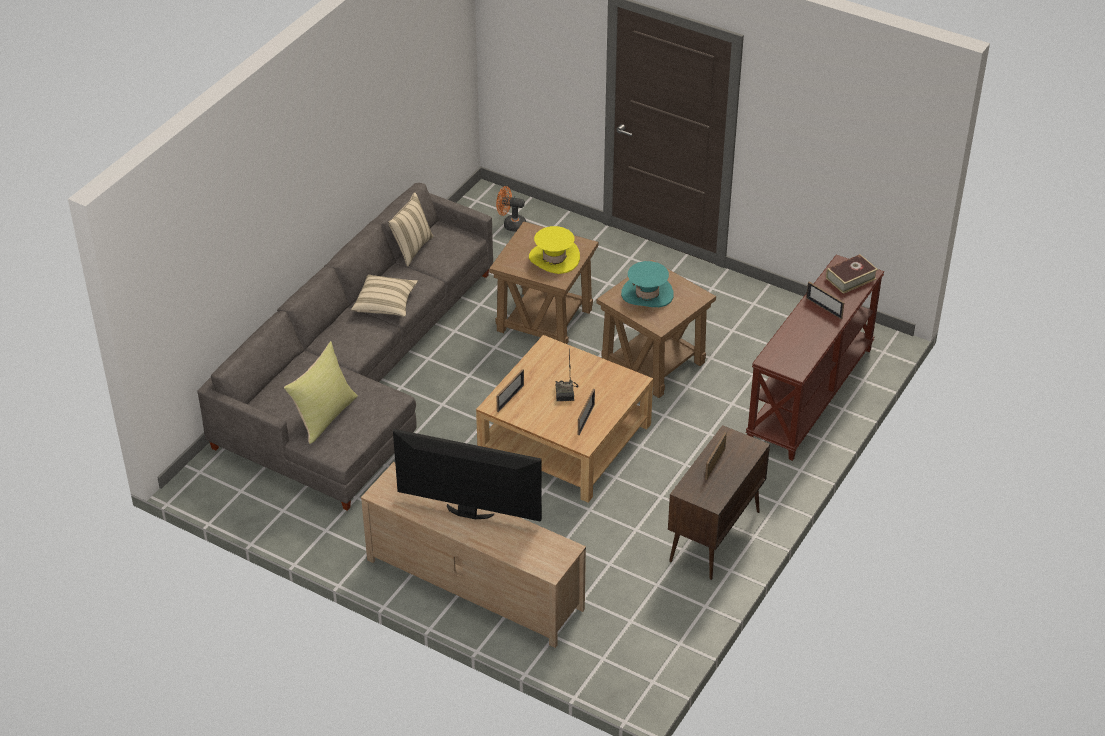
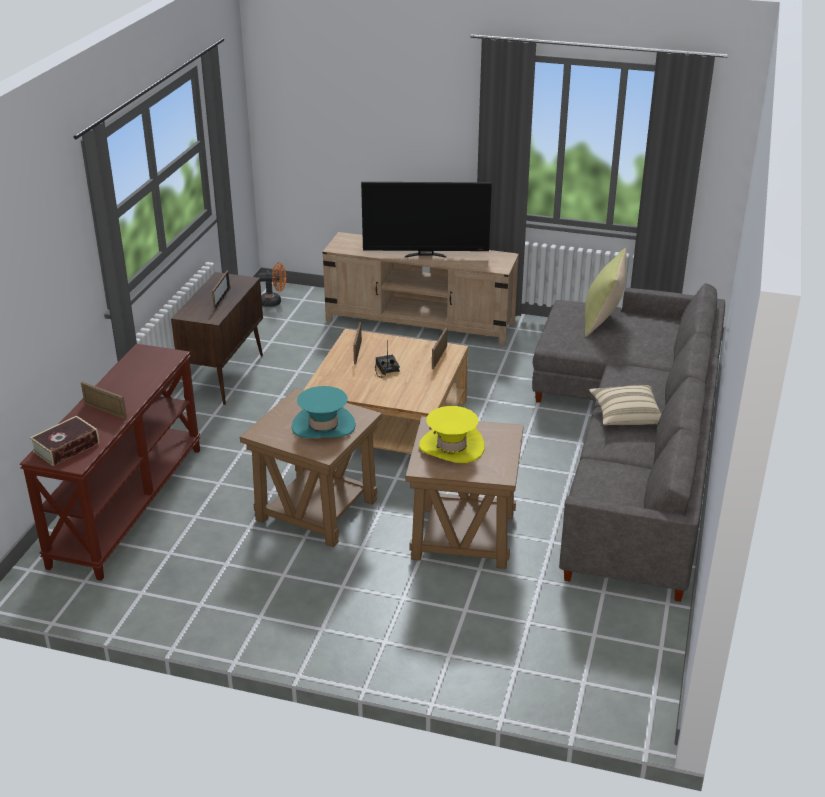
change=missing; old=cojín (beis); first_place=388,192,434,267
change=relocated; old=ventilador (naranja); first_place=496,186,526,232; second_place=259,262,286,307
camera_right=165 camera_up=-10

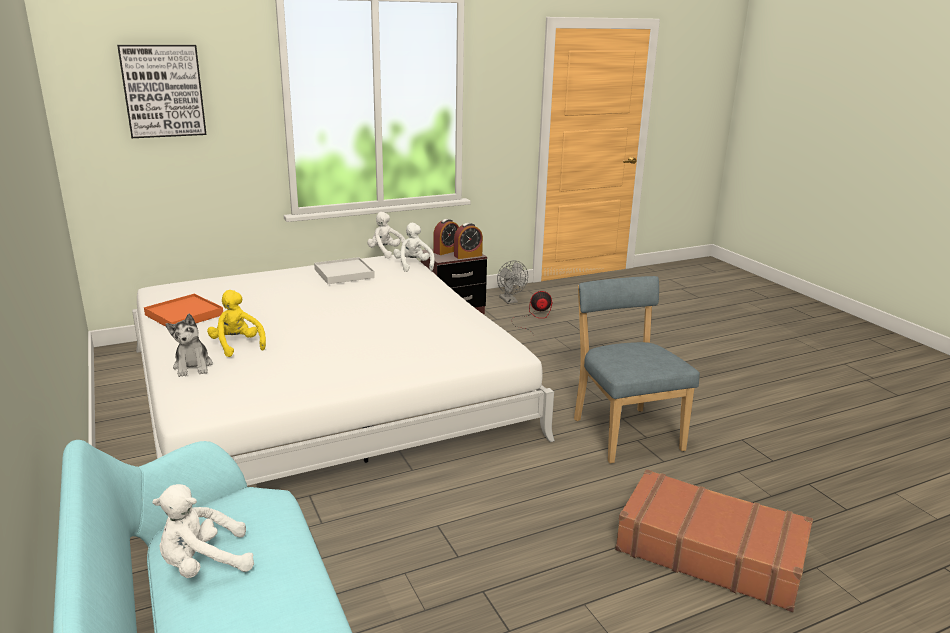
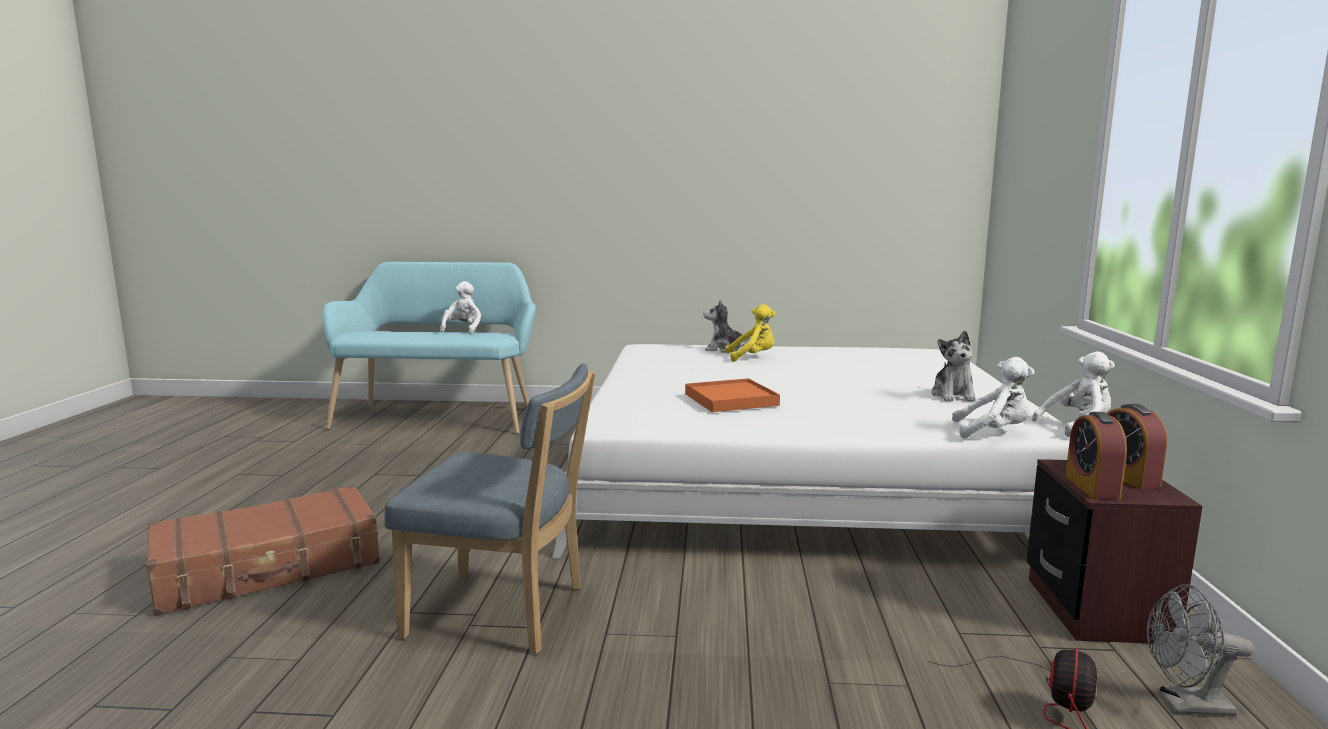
change=missing; old=cuadro; first_place=117,45,207,138
change=relocated; old=bandeja (naranja); first_place=144,294,223,327; second_place=685,378,780,412
change=exchanged; old=bandeja (blanco); new=peluche; first_place=314,257,375,284; second_place=931,331,977,401
camera_right=120 camera_up=-10

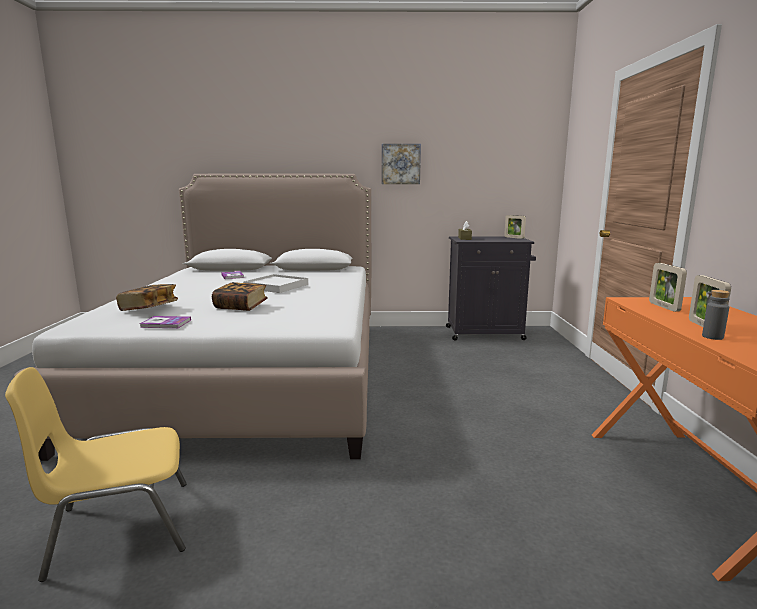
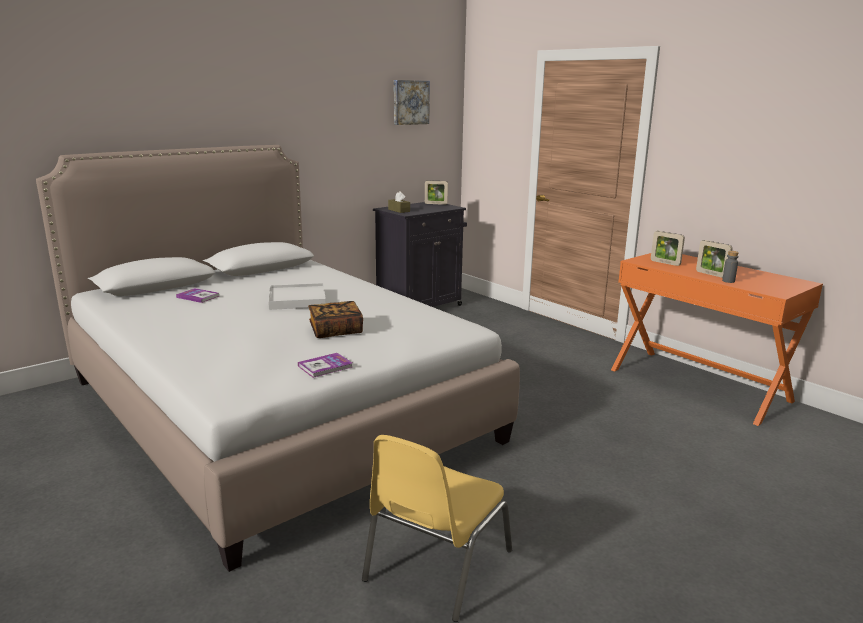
change=missing; old=libro; first_place=116,284,178,311
change=relocated; old=cuadro; first_place=382,144,421,184; second_place=394,80,430,125
camera_right=-40 camera_up=5

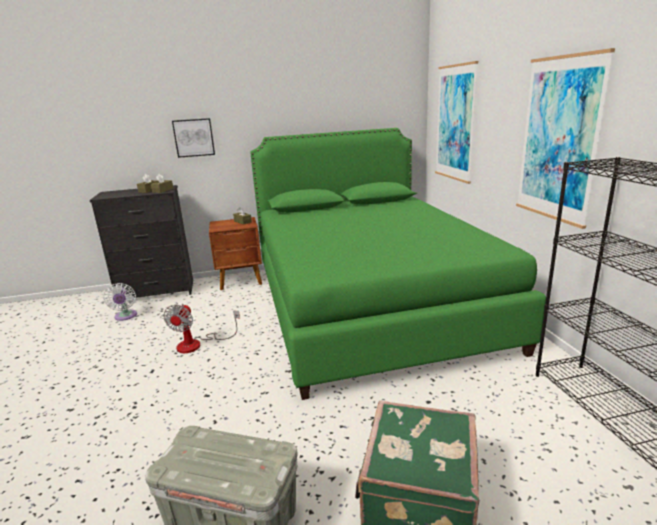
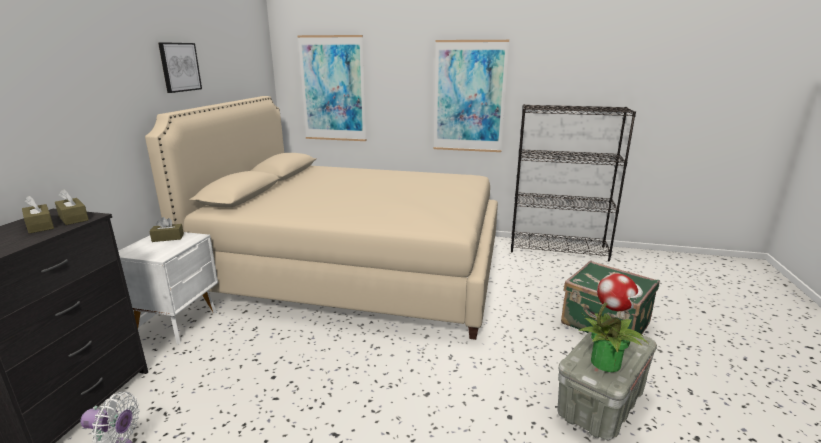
change=missing; old=ventilador; first_place=163,304,240,353
change=appeared; new=planta en maceta; second_place=579,273,649,372
change=relocated; old=cuadro; first_place=172,118,215,158; second_place=158,42,202,93
change=colour; old=mesita de noche (marrón); new=mesita de noche (blanco); first_place=209,217,262,290; second_place=118,232,218,344
change=colour; old=cama (verde); new=cama (beis); first_place=250,128,546,400; second_place=145,96,498,340
camera_right=-65 camera_up=0

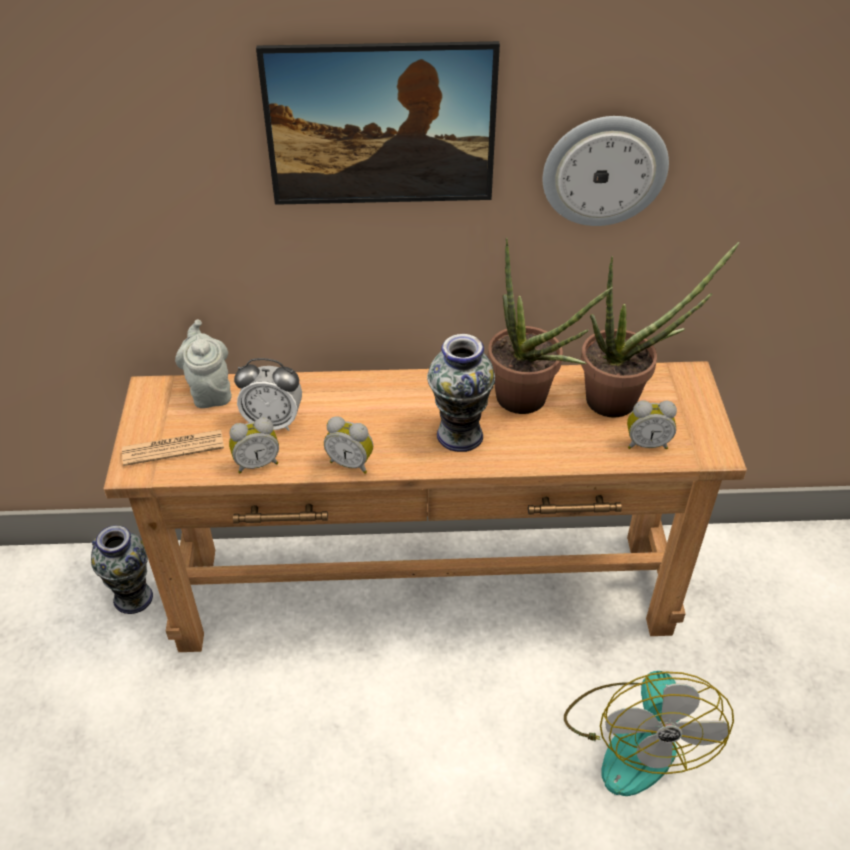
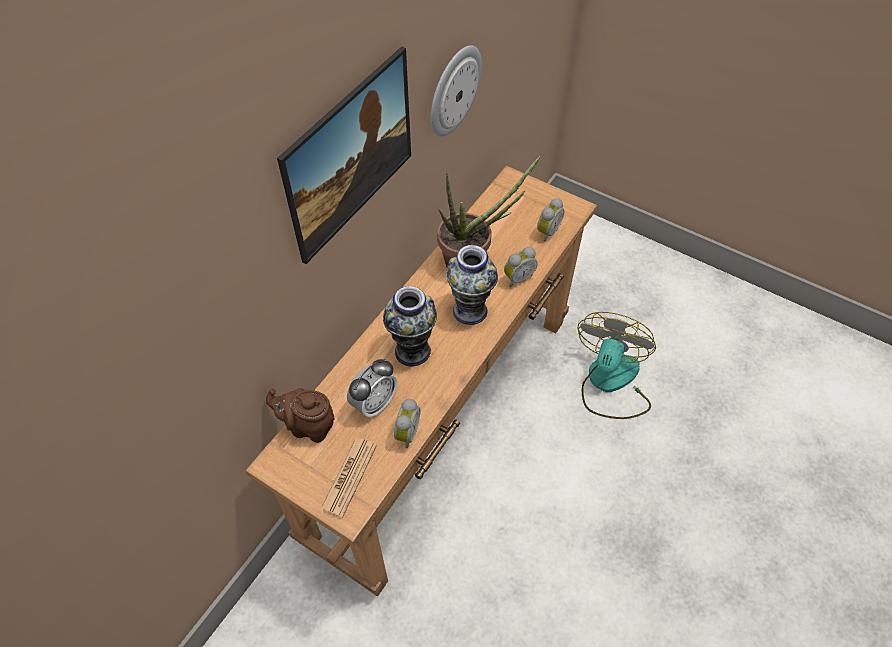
change=missing; old=planta en maceta; first_place=581,242,740,418
change=relocated; old=florero; first_place=91,525,153,614; second_place=383,286,437,366
change=relocated; old=despertador; first_place=324,416,373,474; second_place=504,247,538,287
change=colour; old=tetera (gris); new=tetera (marrón); first_place=175,319,232,408; second_place=266,388,335,443
change=spun; old=ventilador; first_place=564,671,734,796; second_place=577,312,656,419; degrees=-105
camera_right=-55 camera_up=10

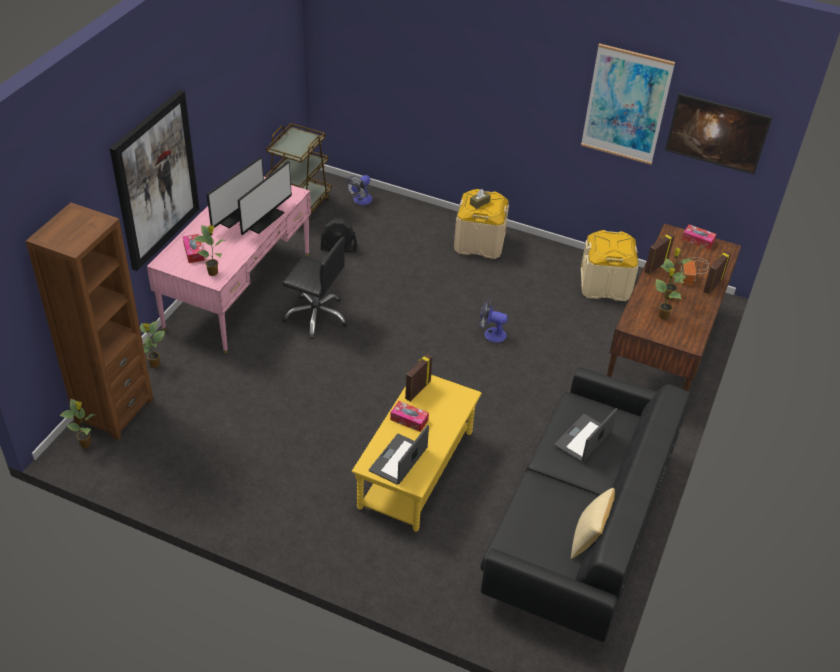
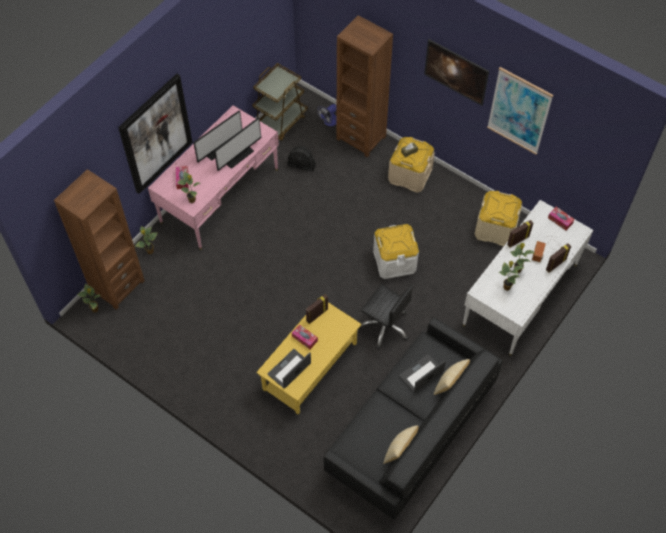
change=appeared; new=estantería (marrón); second_place=336,15,393,157
change=appeared; new=cojín; second_place=433,359,470,395
change=relocated; old=silla de oficina (negro); first_place=282,237,348,339; second_place=359,284,414,349
change=relocated; old=cuadro; first_place=665,93,772,175; second_place=424,39,489,106
change=exchanged; old=ventilador; new=caja de almacenaje (blanco); first_place=479,300,508,342; second_place=373,224,419,279
change=colour; old=escritorio (marrón); new=escritorio (blanco); first_place=607,223,741,391; second_place=463,200,593,356
camera_right=15 camera_up=15

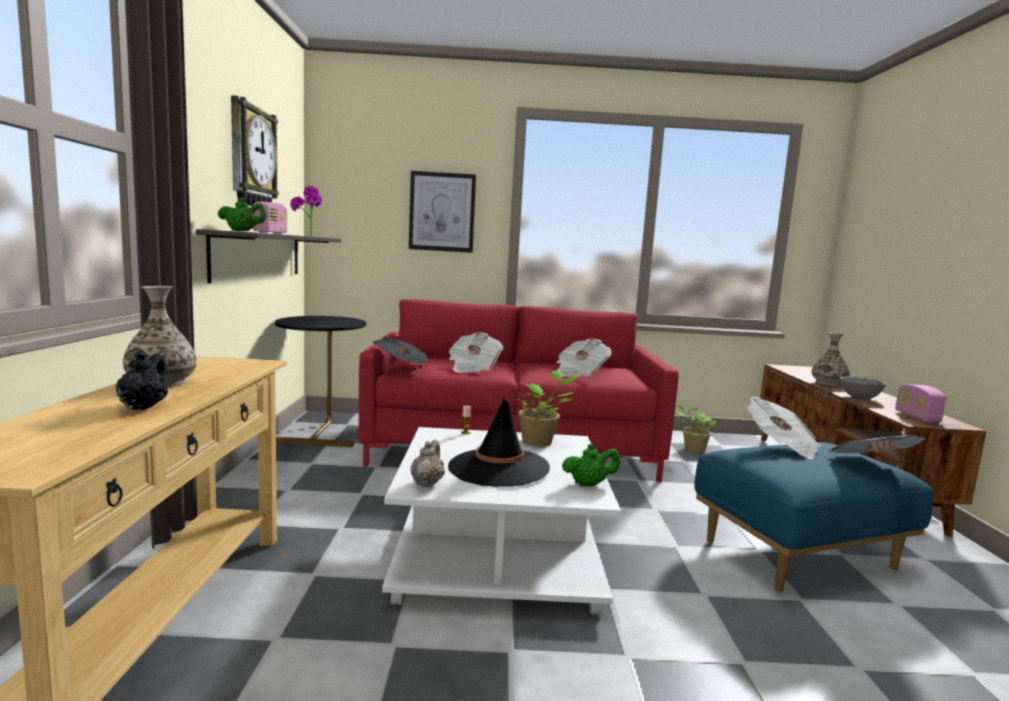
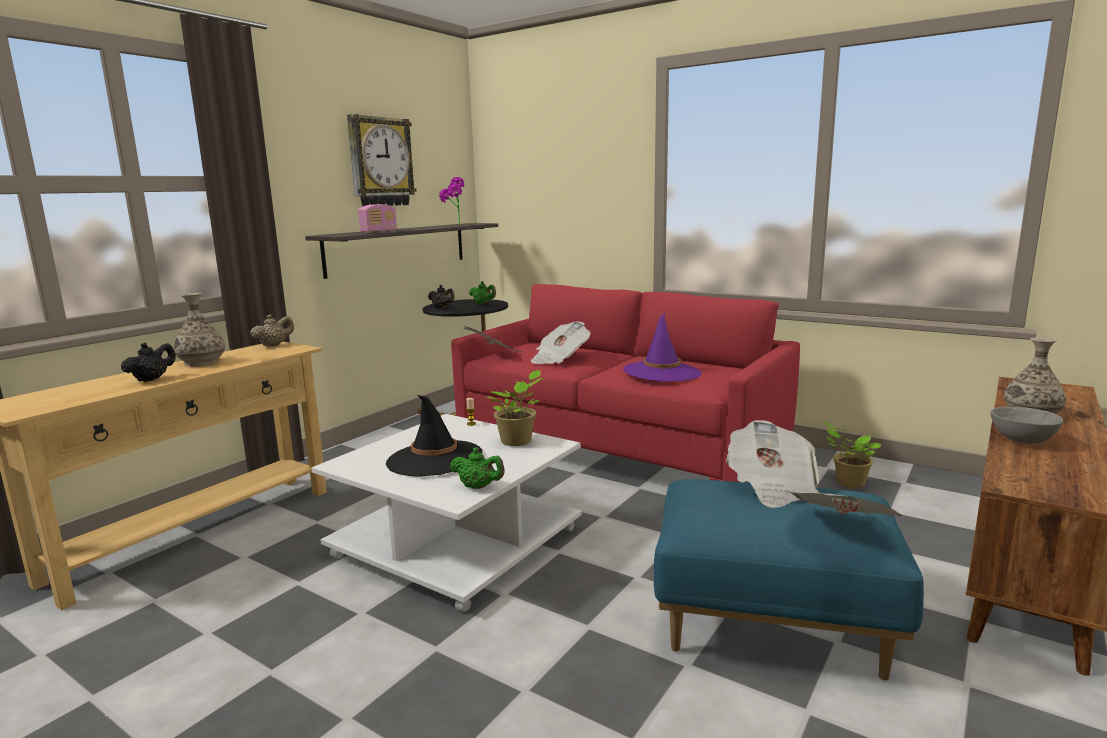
change=missing; old=cuadro; first_place=409,171,476,253
change=missing; old=radio; first_place=895,384,946,422
change=appeared; new=tetera (negro); second_place=428,285,455,308
change=relocated; old=tetera (verde); first_place=218,197,267,231; second_place=469,281,496,304
change=relocated; old=tetera (beis); first_place=411,439,445,488; second_place=250,314,294,347
change=exchanged; old=periódico; new=sombrero (morado); first_place=556,339,612,377; second_place=623,313,702,382
camera_right=35 camera_up=5

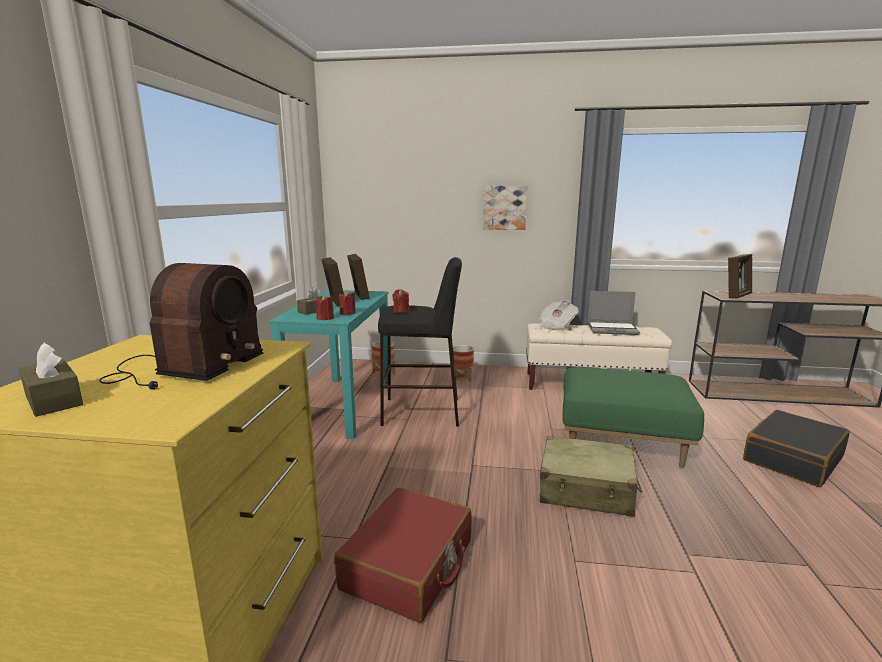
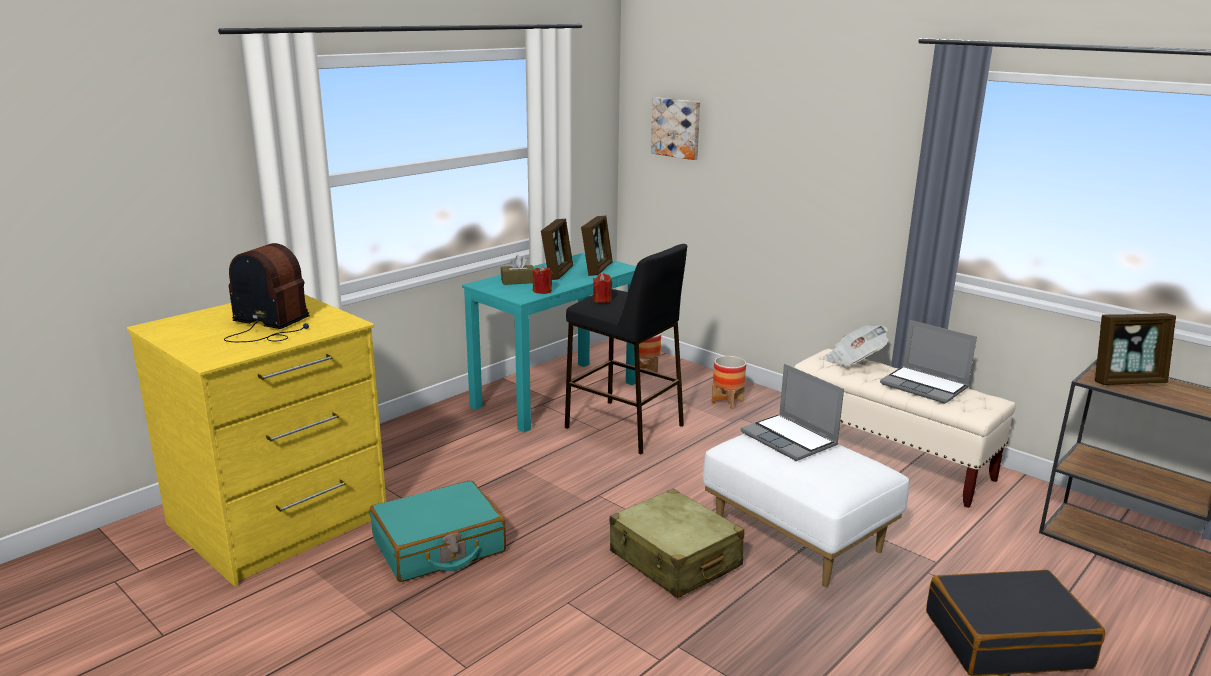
change=missing; old=caja de pañuelos (marrón); first_place=19,343,83,417
change=missing; old=vela (rojo); first_place=315,295,334,320
change=appeared; new=portátil; second_place=741,364,844,461
change=relocated; old=cuadro; first_place=483,186,528,230; second_place=651,97,700,160
change=colour; old=maleta (rojo); new=maleta (turquesa); first_place=334,488,472,623; second_place=370,480,506,582
change=colour; old=puf (verde); new=puf (blanco); first_place=562,367,704,468; second_place=703,434,909,587
change=spun; old=radio; first_place=99,263,263,390; second_place=224,243,310,342; degrees=-120
camera_right=35 camera_up=5

